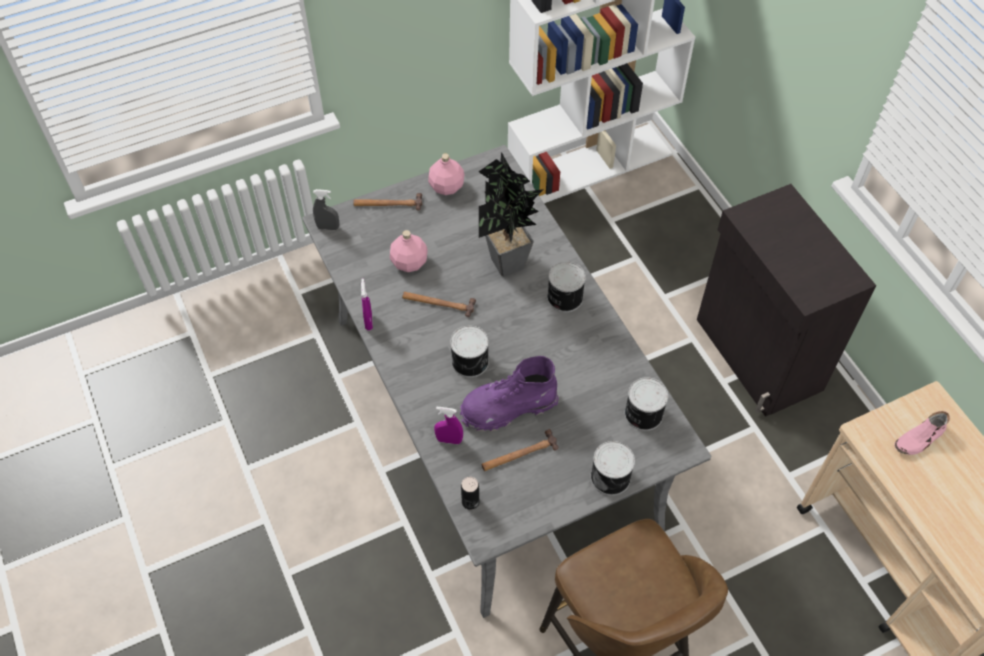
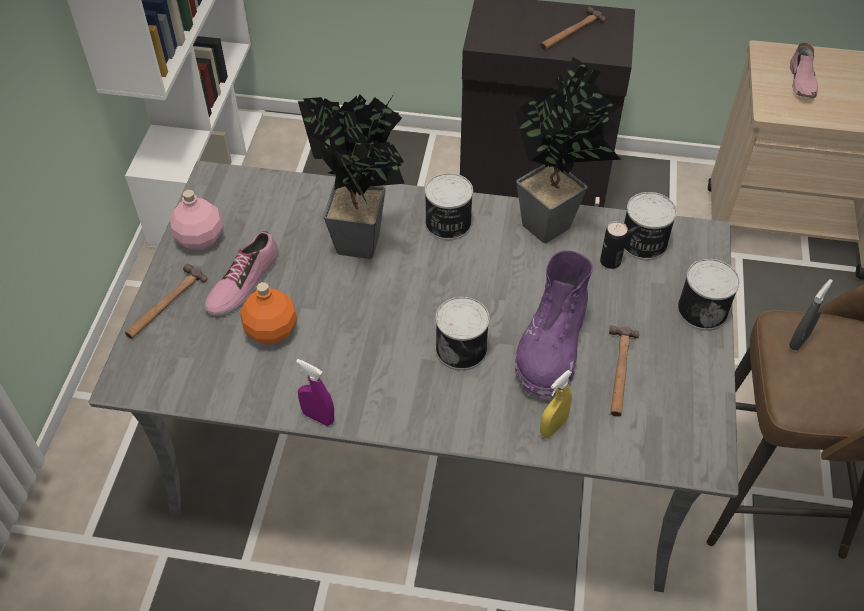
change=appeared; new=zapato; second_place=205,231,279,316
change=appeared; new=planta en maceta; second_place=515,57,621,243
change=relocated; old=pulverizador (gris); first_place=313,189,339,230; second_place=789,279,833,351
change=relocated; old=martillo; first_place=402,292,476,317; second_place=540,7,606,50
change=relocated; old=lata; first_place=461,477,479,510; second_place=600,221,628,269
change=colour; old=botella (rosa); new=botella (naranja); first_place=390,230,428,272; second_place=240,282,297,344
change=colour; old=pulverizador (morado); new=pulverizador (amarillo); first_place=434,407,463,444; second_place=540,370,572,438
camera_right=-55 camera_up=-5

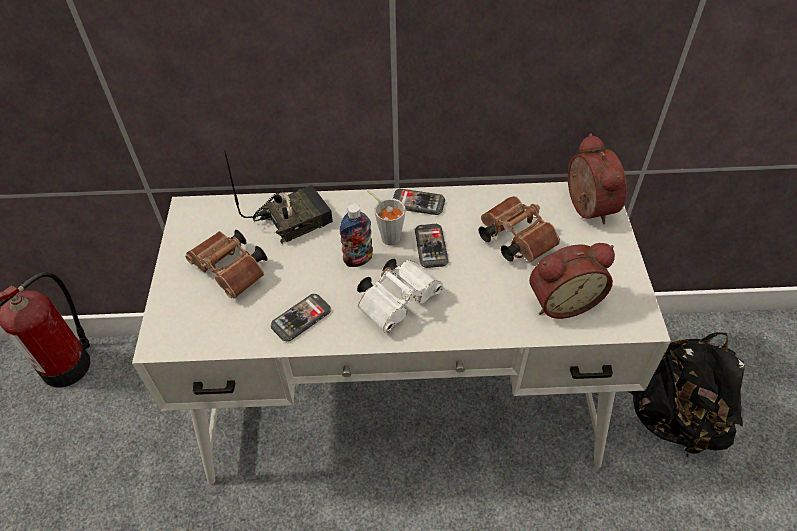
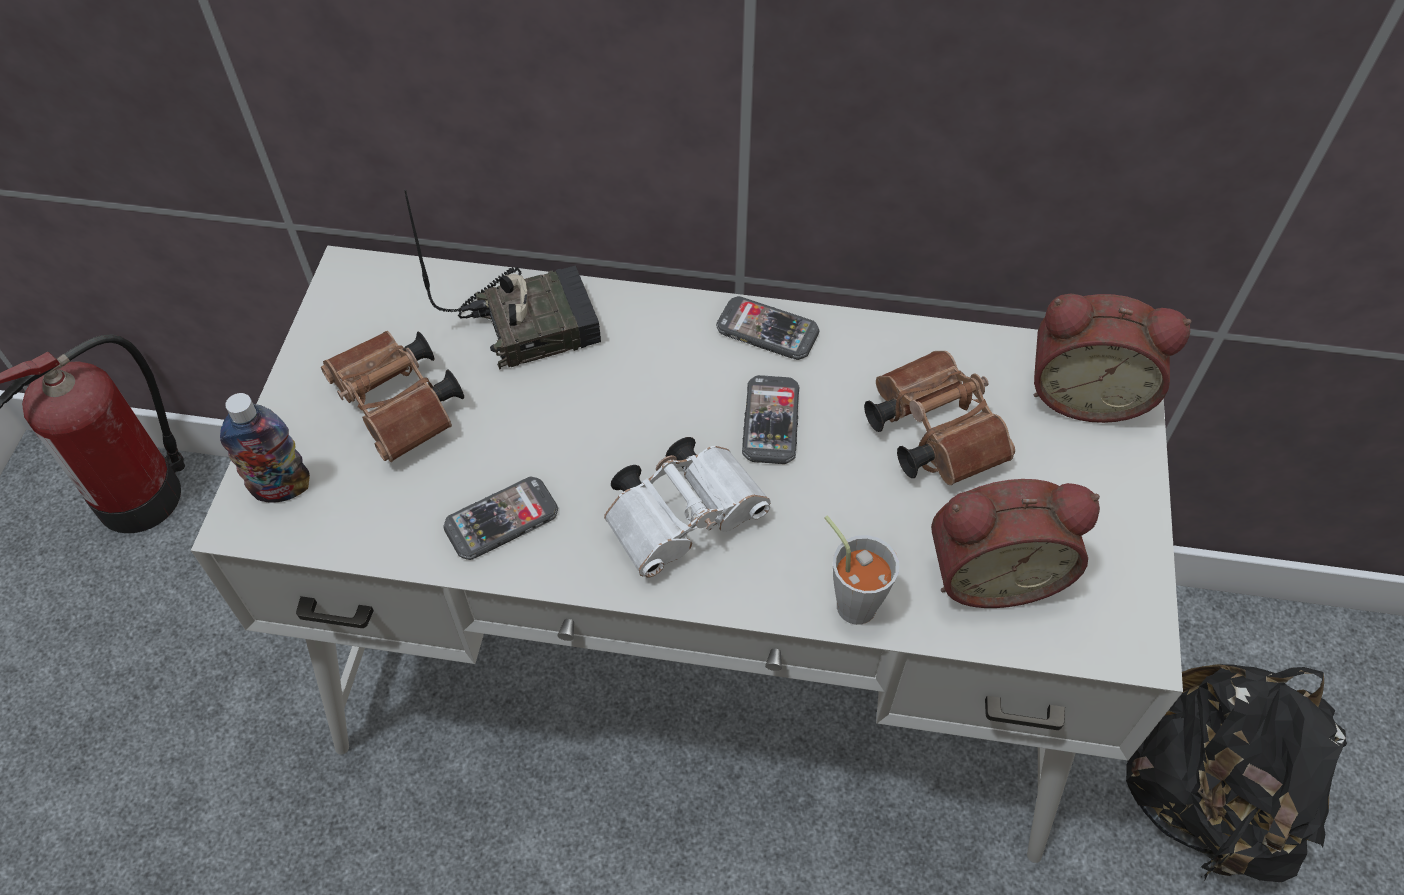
change=relocated; old=botella; first_place=340,203,373,267; second_place=220,393,310,503
change=relocated; old=taza (gris); first_place=367,190,406,246; second_place=824,515,899,625
change=spun; old=despertador; first_place=568,134,627,224; second_place=1034,293,1191,423; degrees=105
camera_right=10 camera_up=5

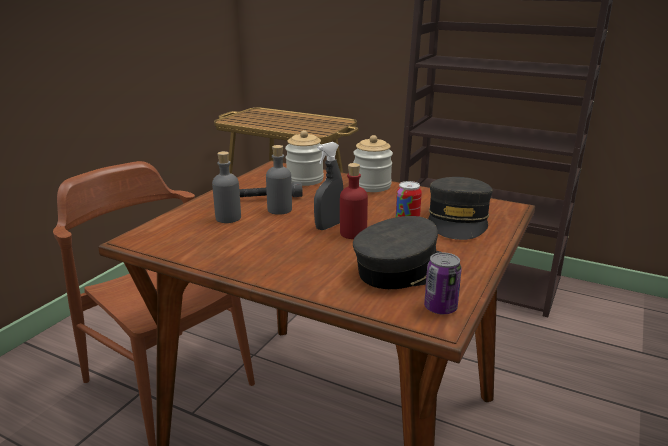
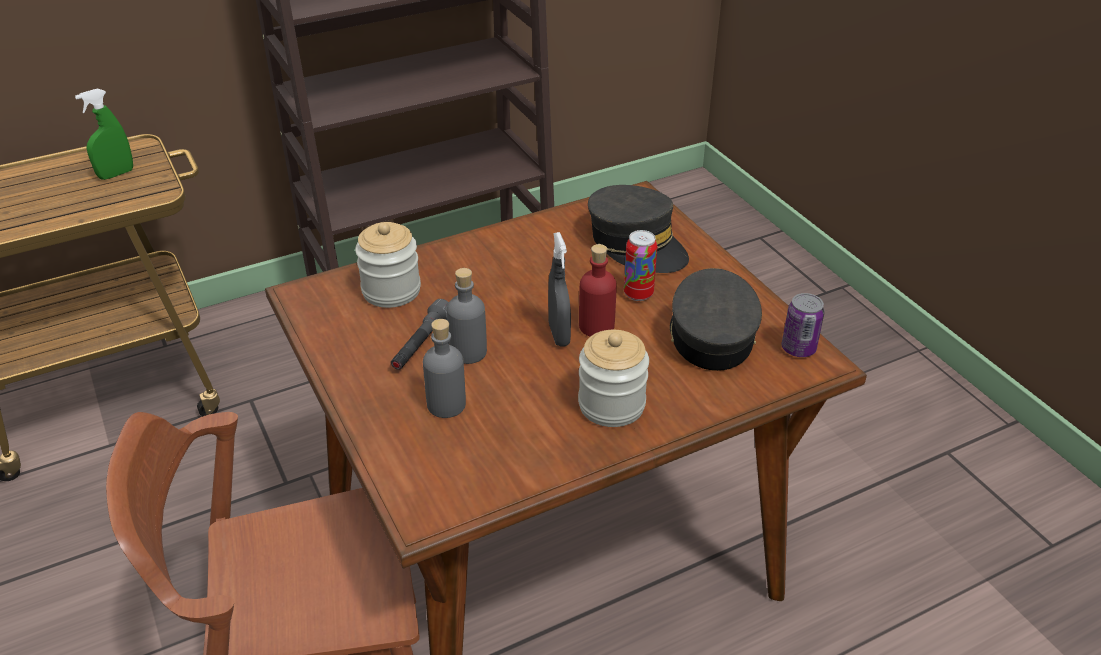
change=appeared; new=pulverizador (verde); second_place=75,89,133,180
change=relocated; old=tarro; first_place=353,135,393,192; second_place=578,330,649,427
camera_right=-55 camera_up=15

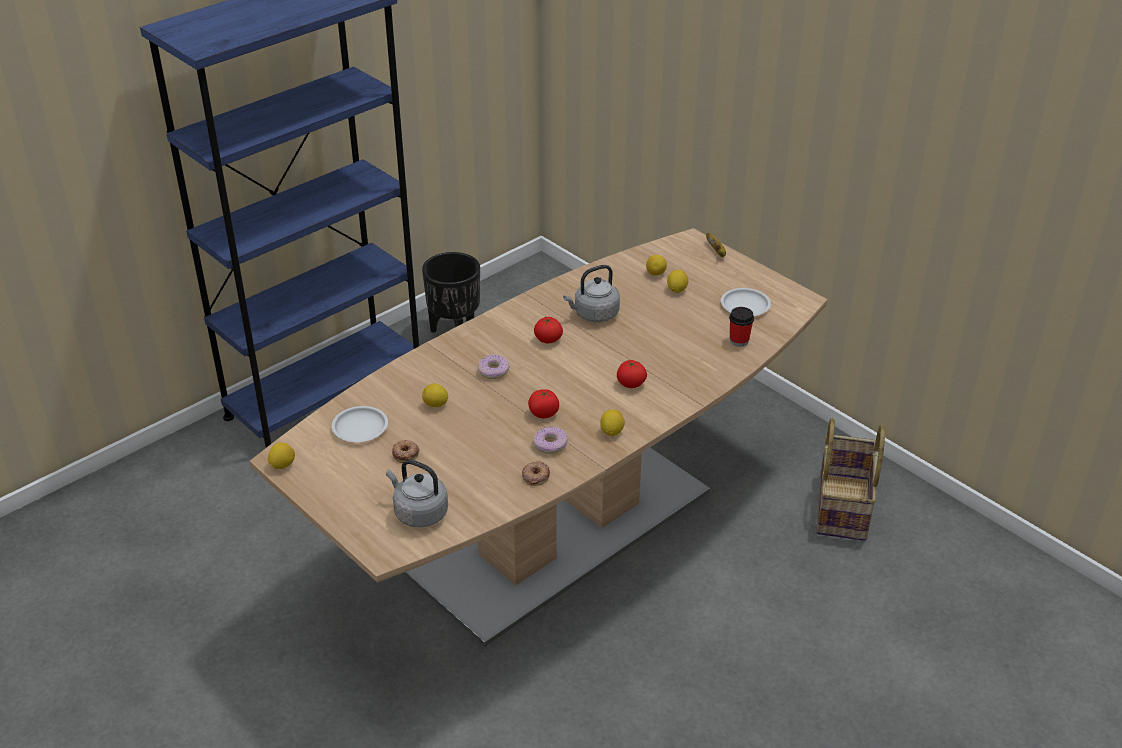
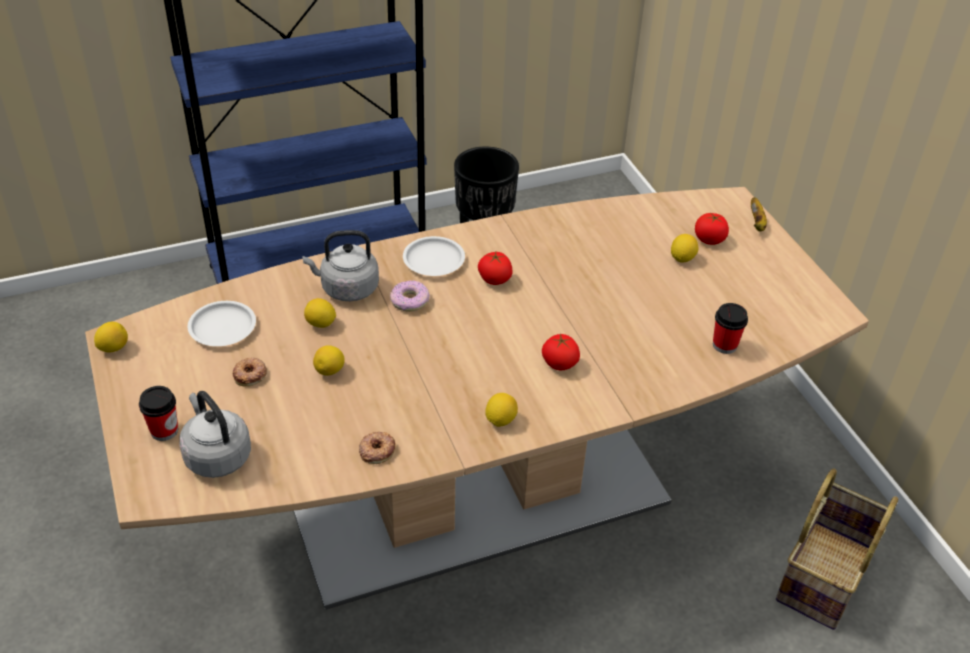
change=missing; old=rosquilla; first_place=533,427,568,454
change=appeared; new=taza; second_place=139,386,178,441
change=relocated; old=tomate; first_place=528,389,559,418; second_place=695,213,729,245
change=relocated; old=hervidor (gris); first_place=563,265,620,322; second_place=302,230,379,301
change=relocated; old=limón; first_place=646,255,667,276; second_place=313,345,345,376
change=relocated; old=plato (blanco); first_place=721,288,771,316; second_place=403,236,465,276
camera_right=20 camera_up=5

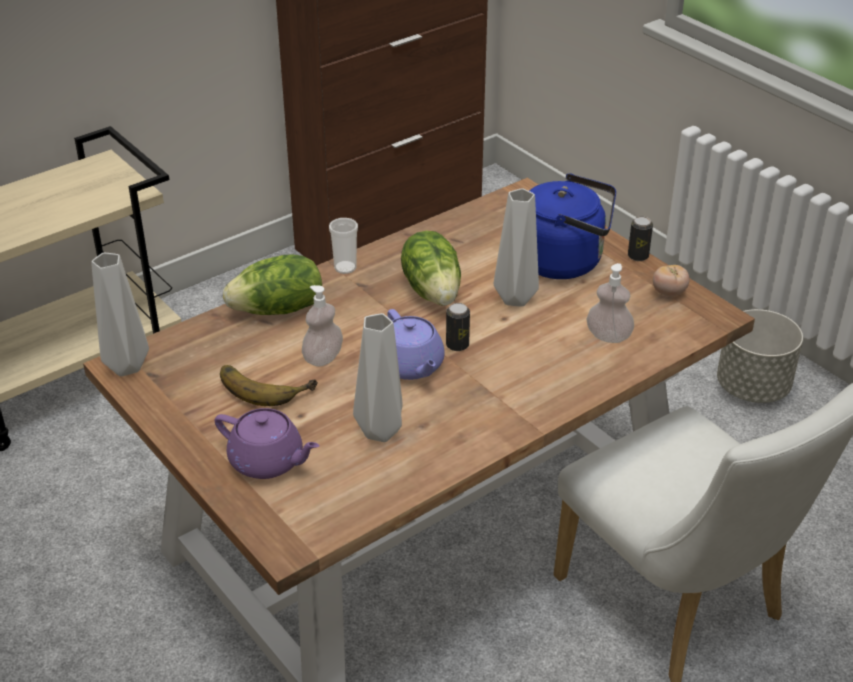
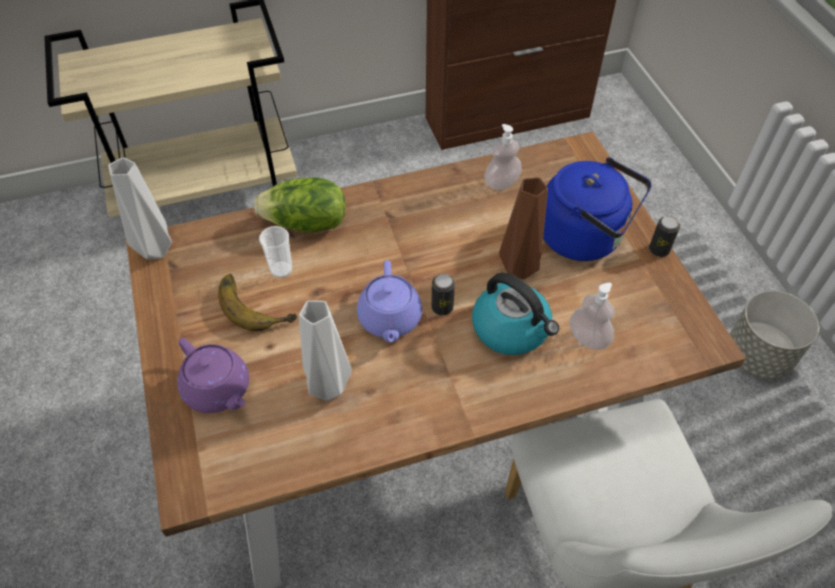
change=missing; old=lechuga; first_place=401,231,461,306
change=missing; old=tomate; first_place=653,265,690,297
change=appeared; new=hervidor; second_place=472,273,559,355
change=relocated; old=dispensador de jabón; first_place=302,285,343,367; second_place=484,124,522,190
change=relocated; old=taza; first_place=329,218,358,274; second_place=259,226,292,278
change=colour; old=florero (gris); new=florero (marrón); first_place=494,188,539,307; second_place=499,177,548,280
camera_right=20 camera_up=15

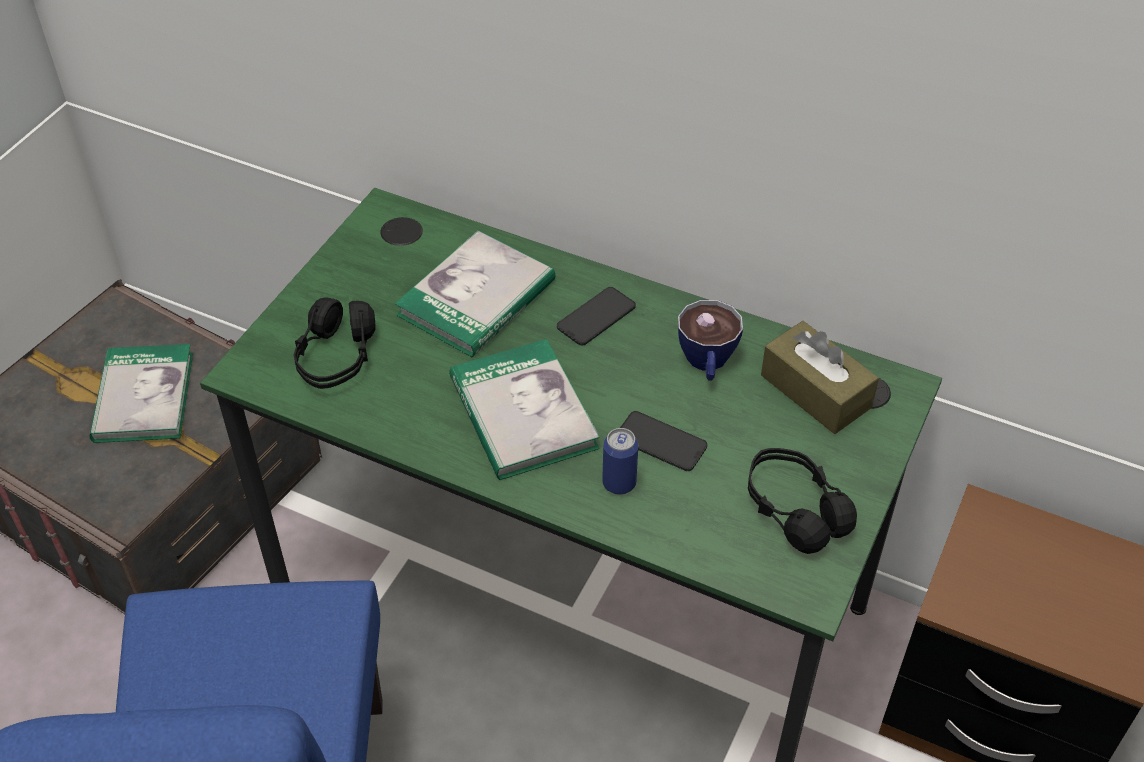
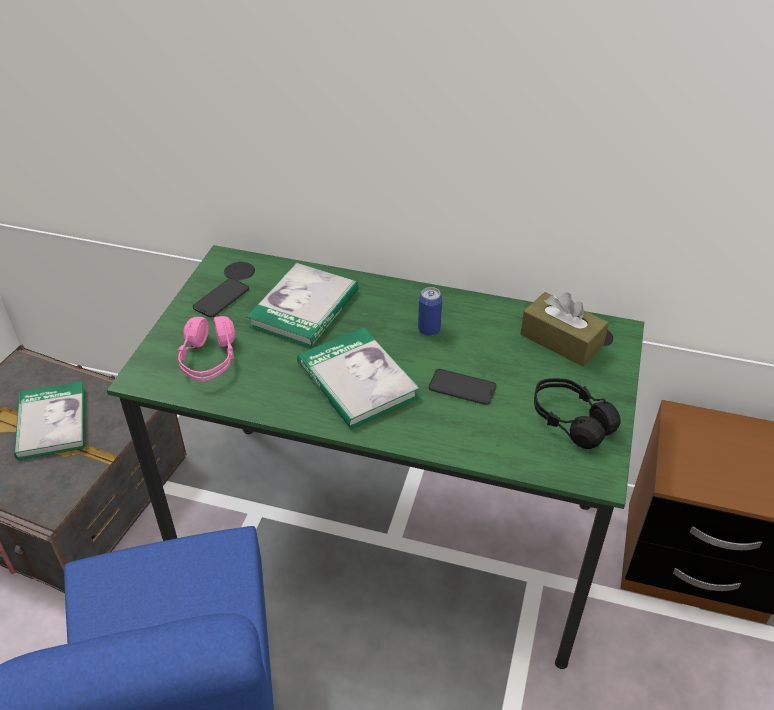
change=missing; old=taza; first_place=678,300,743,381
change=relocated; old=móvil; first_place=557,287,636,345; second_place=193,278,249,318
change=relocated; old=lata; first_place=602,428,638,495; second_place=418,287,442,336
change=colour; old=auriculares (negro); new=auriculares (rosa); first_place=294,297,376,389; second_place=177,316,235,381
camera_right=-10 camera_up=-5

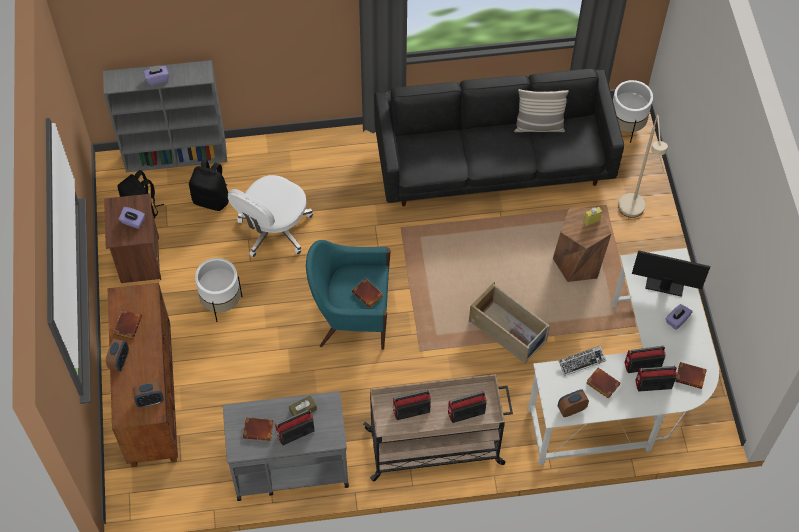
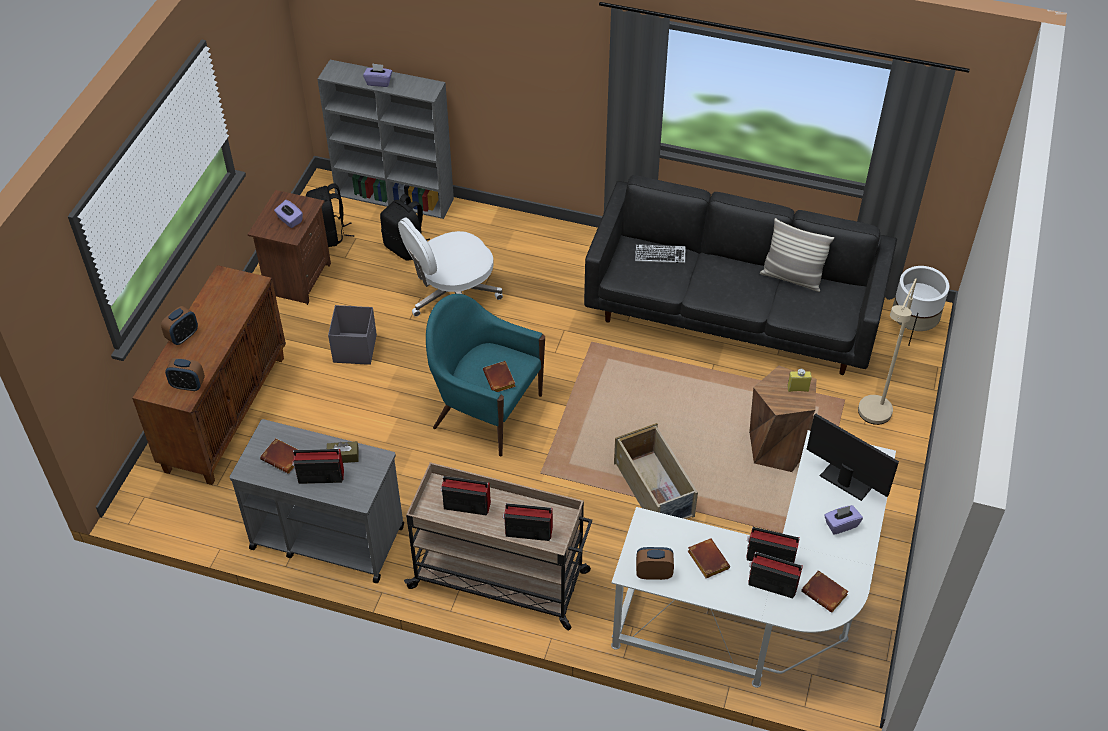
change=missing; old=libro (marrón); first_place=113,310,142,339
change=relocated; old=teclado; first_place=559,345,606,376; second_place=635,244,686,263
change=exchanged; old=maceta (blanco); new=caja de almacenaje (gris); first_place=195,258,242,322; second_place=328,305,377,365
camera_right=25 camera_up=-10

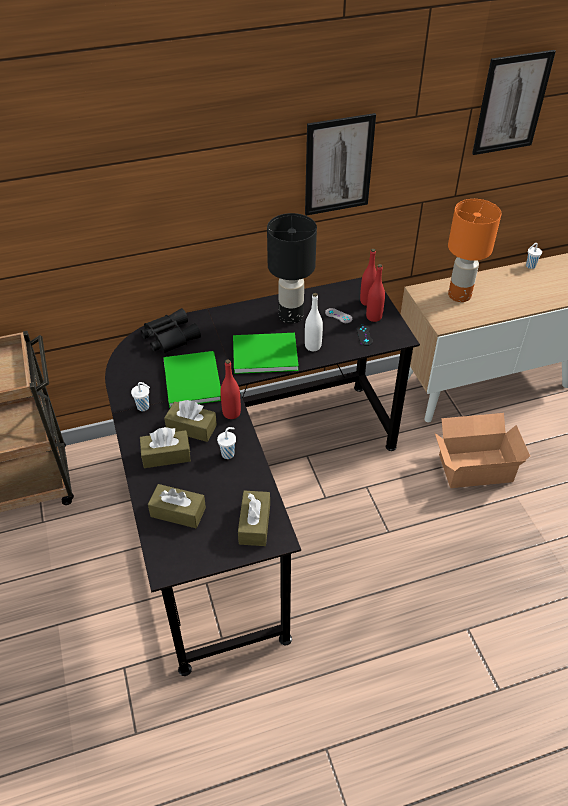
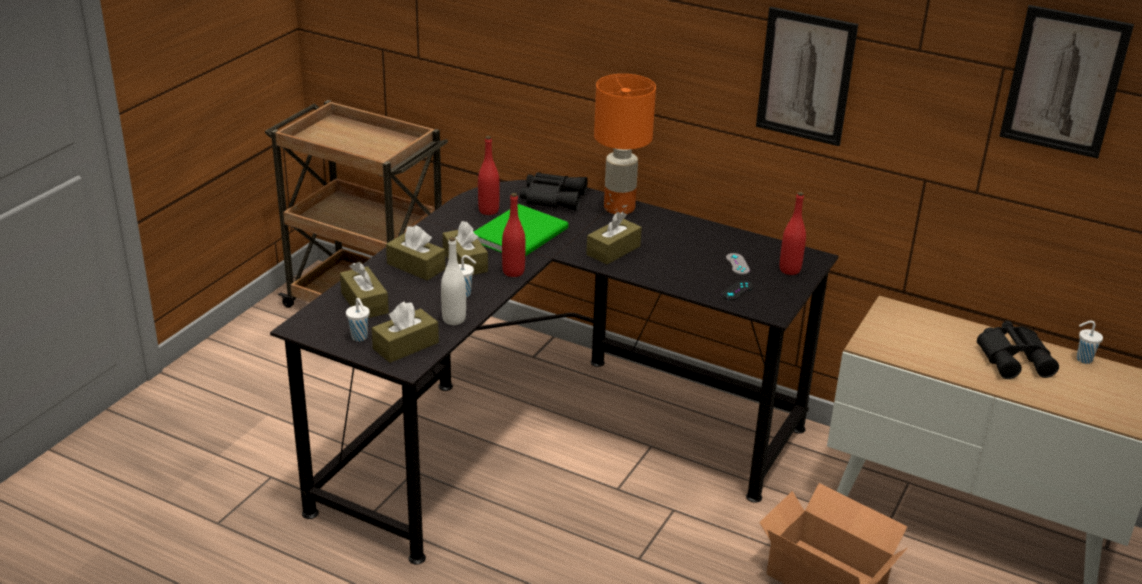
change=missing; old=lámpara de mesa (negro); first_place=267,213,317,324
change=appeared; new=prismáticos (negro); second_place=977,321,1059,379
change=relocated; old=taza (blanco); first_place=131,382,150,411; second_place=346,298,370,341
change=relocated; old=botella (blanco); first_place=305,293,323,351; second_place=441,237,466,325
change=relocated; old=botella (rojo); first_place=366,264,385,322; second_place=478,136,500,215
change=relocated; old=lámpara de mesa (naranja); first_place=448,199,501,302; second_place=594,74,656,214
change=exchanged; old=libro (verde); new=caja de pañuelos (marrón); first_place=233,333,299,374; second_place=586,212,642,264
camera_right=45 camera_up=-15

